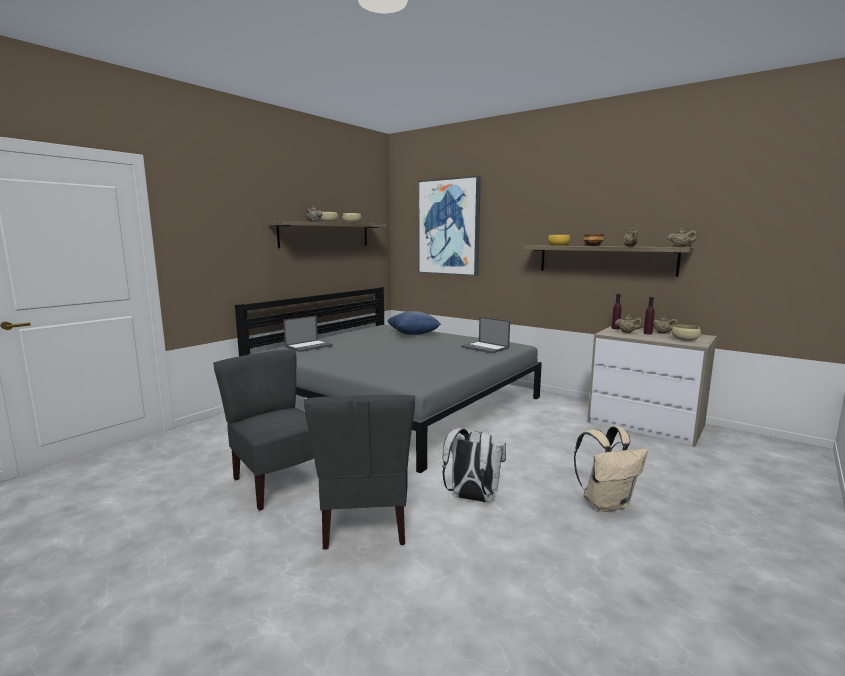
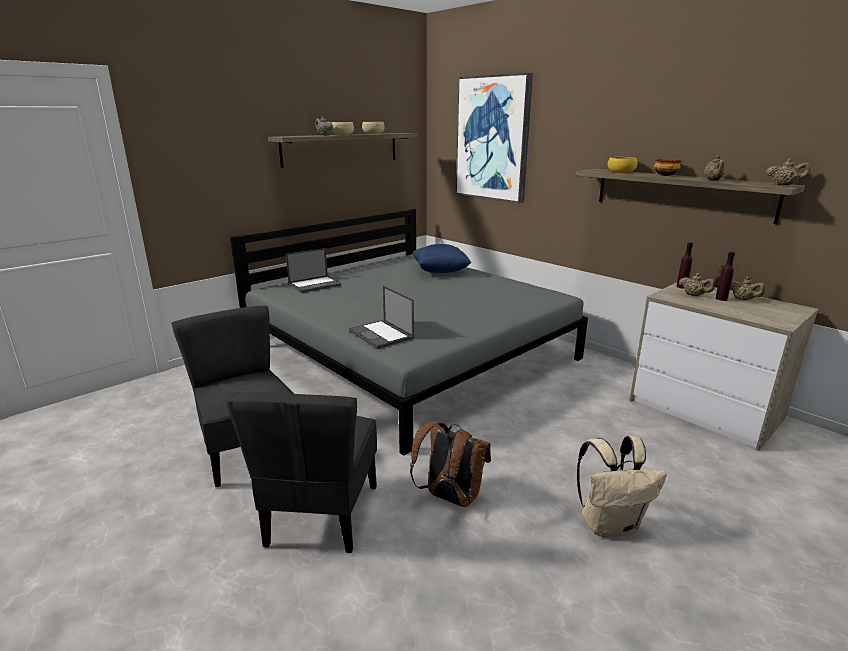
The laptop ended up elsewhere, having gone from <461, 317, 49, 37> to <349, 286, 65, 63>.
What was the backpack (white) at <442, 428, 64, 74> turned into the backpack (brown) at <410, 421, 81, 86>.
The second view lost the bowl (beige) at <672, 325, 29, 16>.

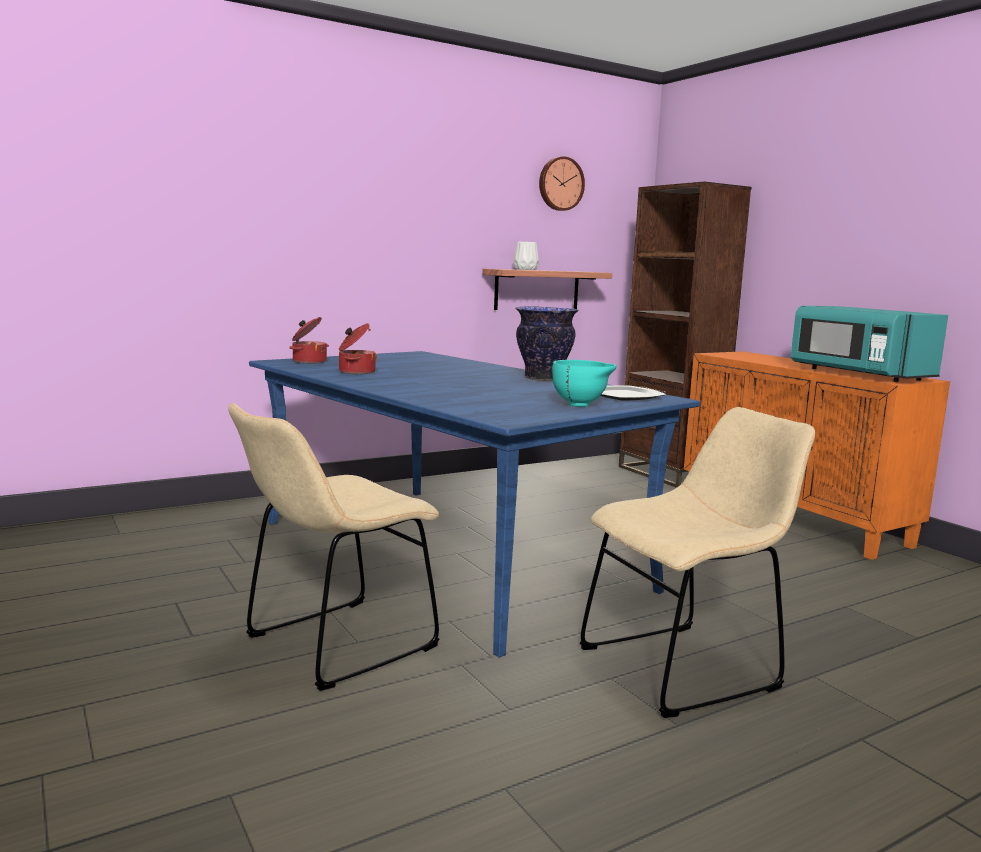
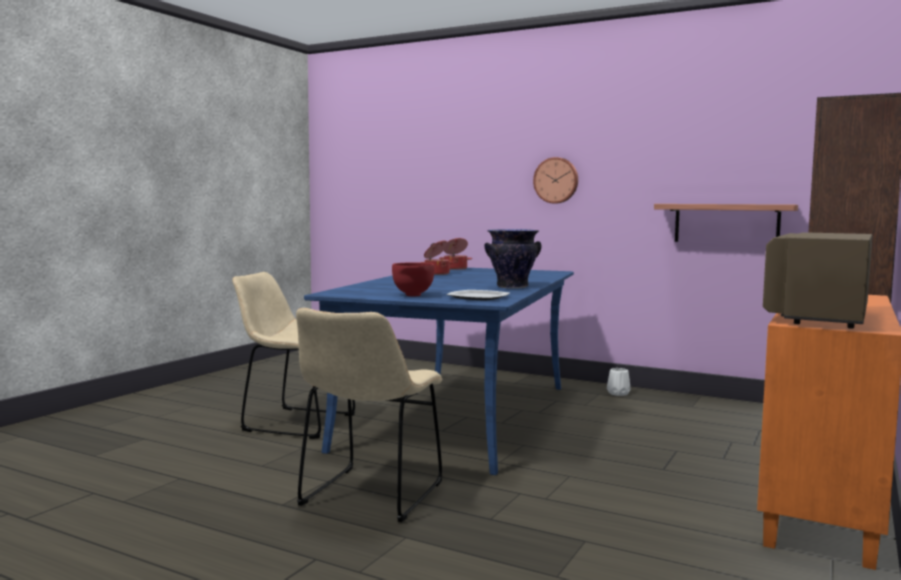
The chair (beige) at <579, 407, 236, 311> ended up facing another way, 75 degrees clockwise from before.
What was the bowl (turquoise) at <552, 360, 64, 47> turned into the bowl (red) at <392, 263, 43, 33>.
The wall clock ended up elsewhere, having gone from <539, 156, 46, 55> to <533, 157, 45, 47>.
The vase (white) ended up elsewhere, having gone from <513, 242, 26, 28> to <607, 368, 24, 28>.
What was the microwave (turquoise) at <791, 306, 157, 76> turned into the microwave (brown) at <763, 232, 109, 97>.

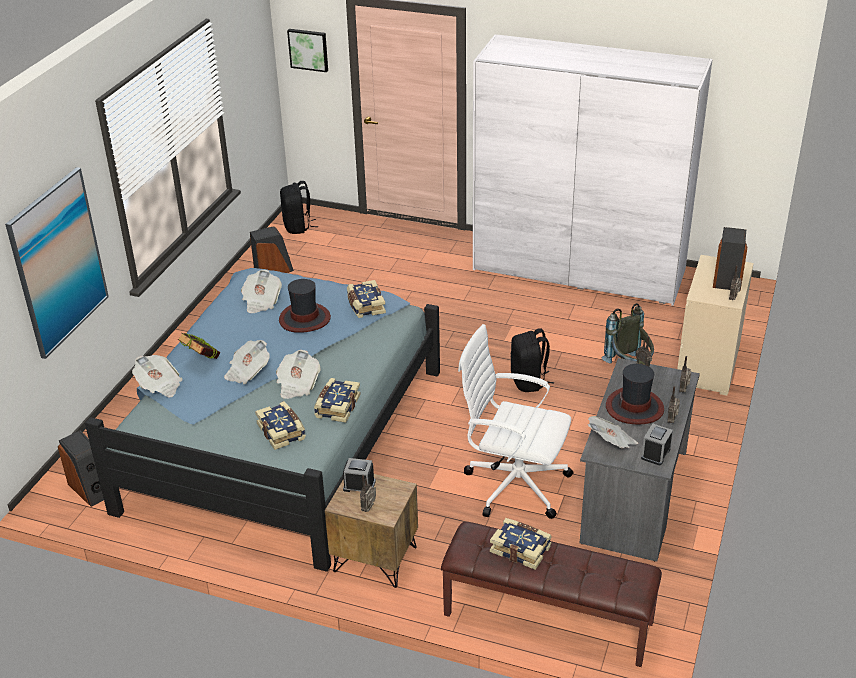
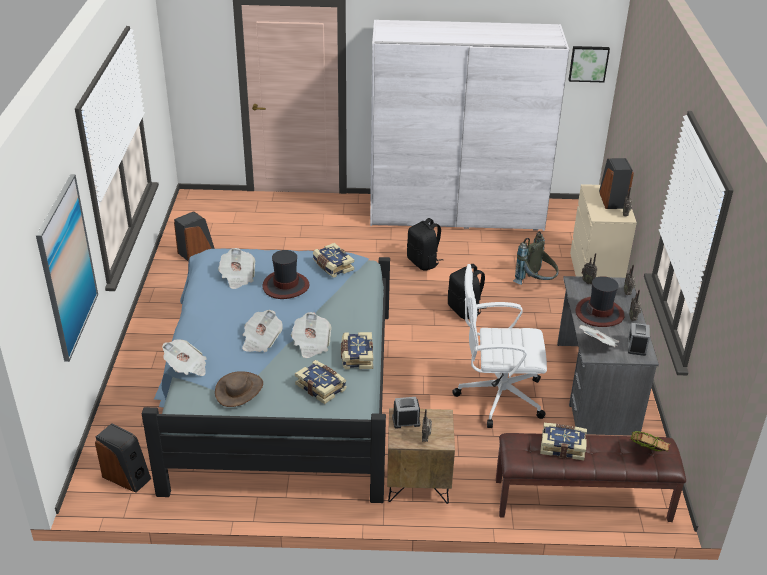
The second view gained the hat (brown) at <215, 371, 48, 36>.
The backpack (black) ended up elsewhere, having gone from <280, 181, 38, 53> to <407, 218, 36, 53>.
The picture ended up elsewhere, having gone from <287, 29, 41, 43> to <569, 46, 41, 36>.
The book ended up elsewhere, having gone from <177, 333, 44, 26> to <630, 431, 41, 20>.

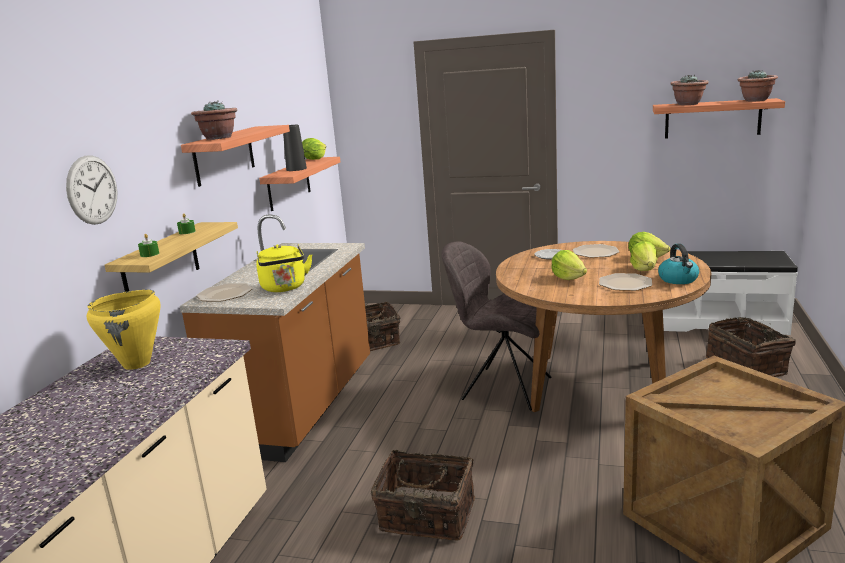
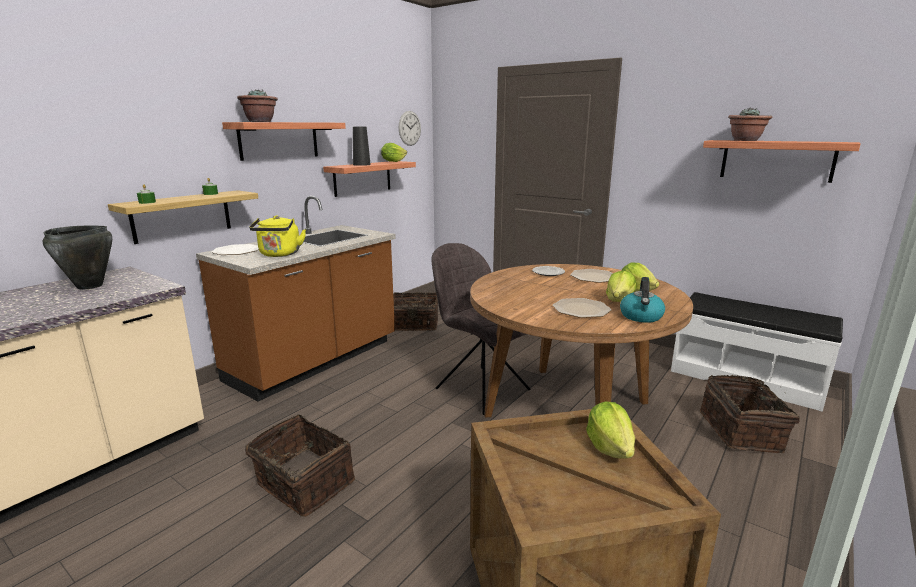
What was the cooking pot (yellow) at <86, 290, 75, 80> turned into the cooking pot (black) at <42, 226, 70, 64>.
The wall clock ended up elsewhere, having gone from <66, 155, 52, 70> to <399, 111, 22, 35>.
The lettuce ended up elsewhere, having gone from <551, 250, 36, 30> to <586, 401, 49, 58>.
The second view lost the potted plant at <738, 70, 40, 31>.

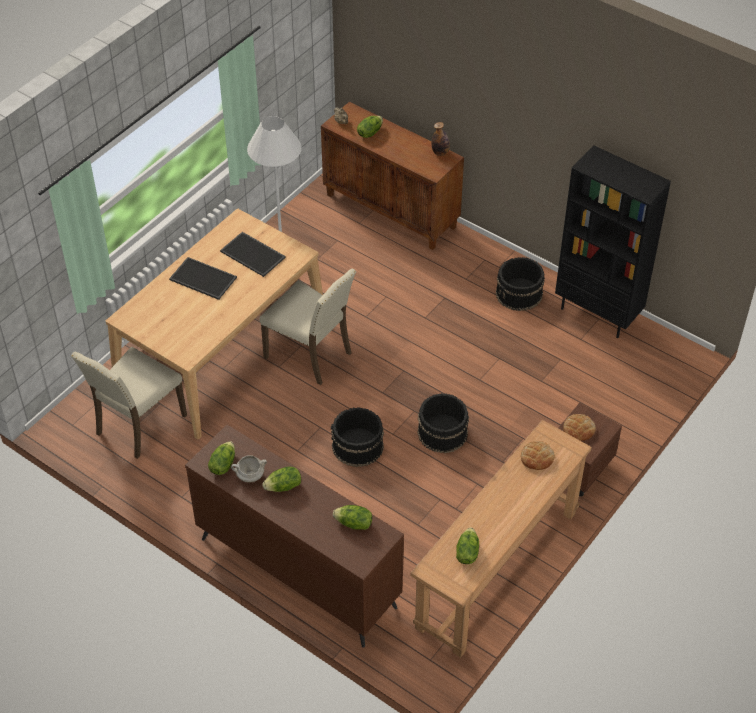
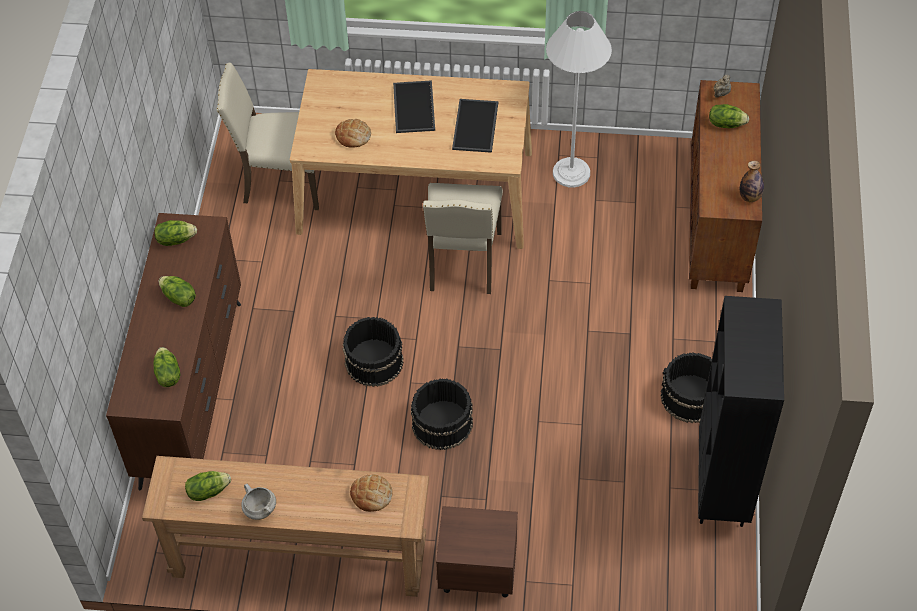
The cooking pot (white) ended up elsewhere, having gone from <231, 455, 36, 27> to <241, 484, 35, 36>.
The bread ended up elsewhere, having gone from <563, 414, 33, 27> to <335, 119, 36, 29>.

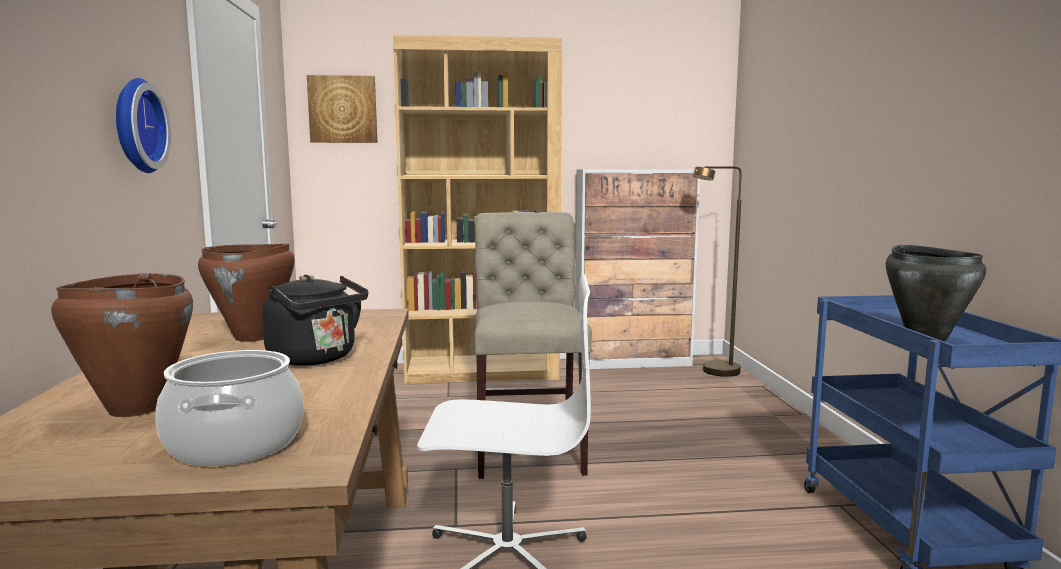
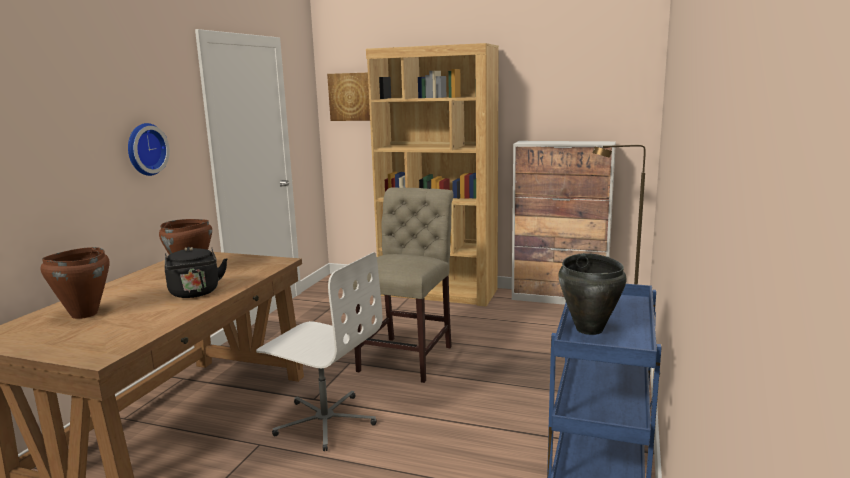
The second view lost the cooking pot at <155, 350, 148, 116>.

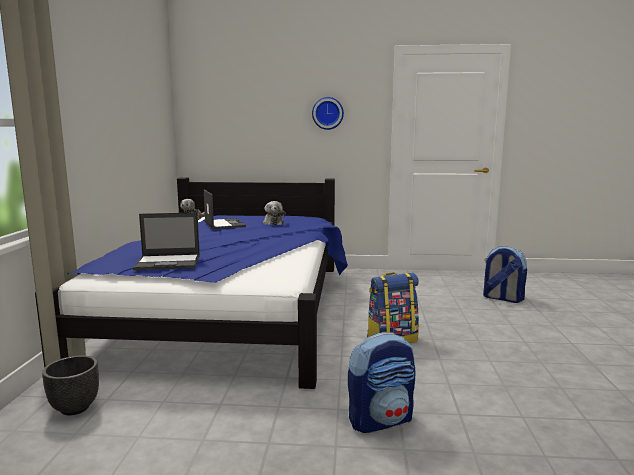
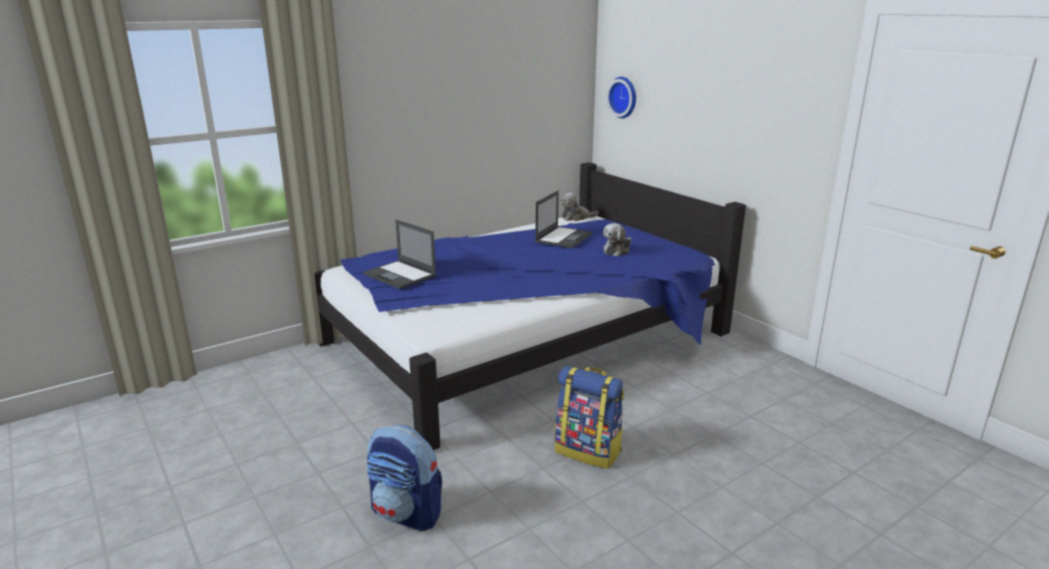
The wall clock ended up elsewhere, having gone from <312, 97, 32, 33> to <607, 77, 29, 41>.
The second view lost the planter (black) at <42, 355, 57, 60>.
The second view lost the backpack at <483, 246, 44, 57>.

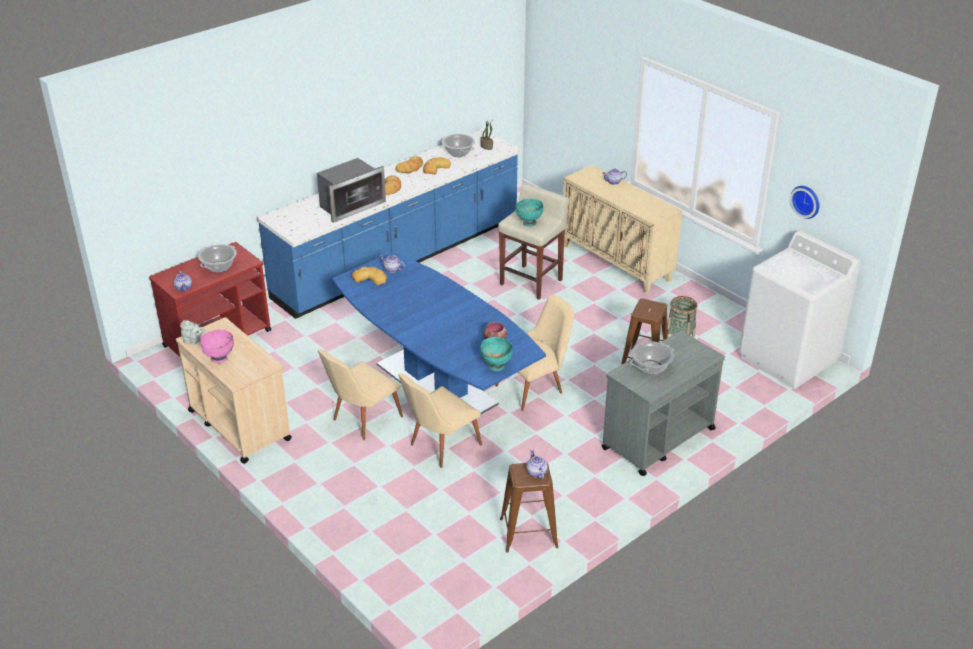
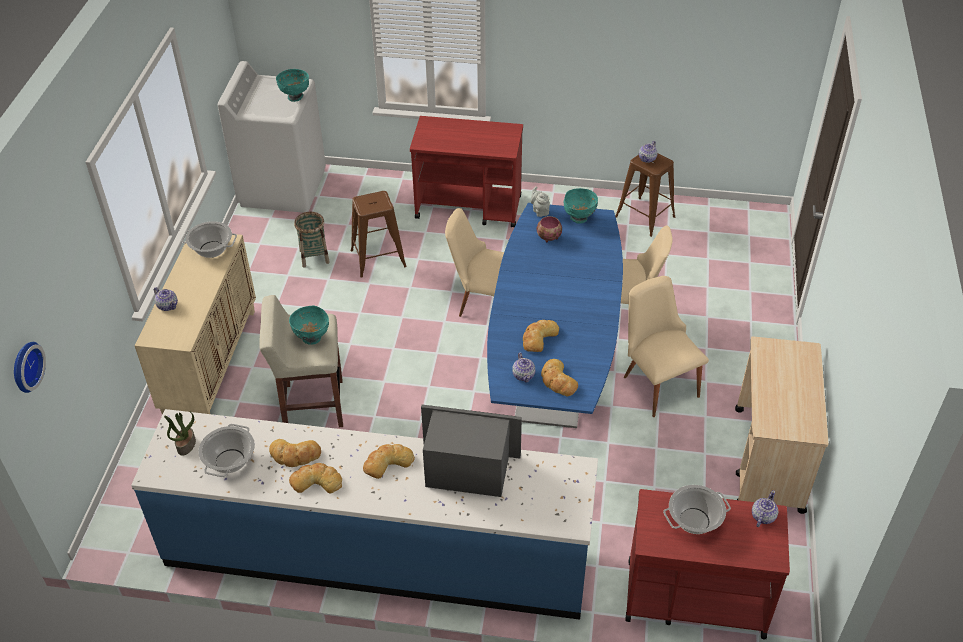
The wall clock ended up elsewhere, having gone from <790, 186, 29, 33> to <14, 342, 32, 51>.
The cooking pot ended up elsewhere, having gone from <630, 341, 44, 33> to <182, 221, 55, 37>.
The second view gained the bowl (turquoise) at <276, 69, 33, 33>.
What was the cart (grey) at <602, 331, 123, 145> turned into the cart (red) at <410, 116, 113, 112>.
The second view gained the bread at <523, 320, 36, 32>.
The teapot (grey) ended up elsewhere, having gone from <180, 320, 25, 24> to <531, 186, 19, 31>.
The chair (beige) at <318, 349, 85, 91> ended up facing another way, 120 degrees counterclockwise from before.
The second view lost the bowl (pink) at <201, 330, 33, 33>.

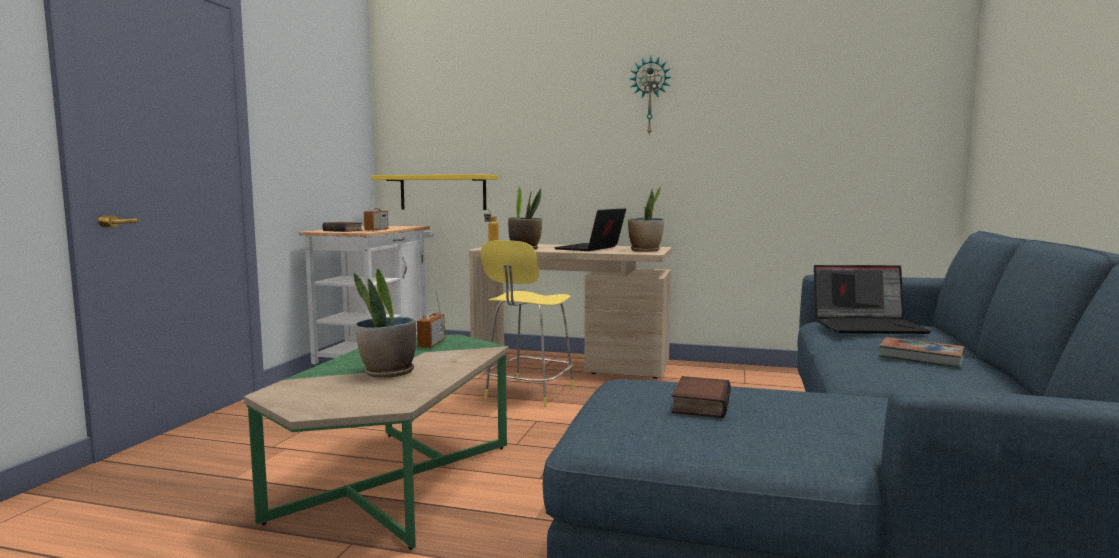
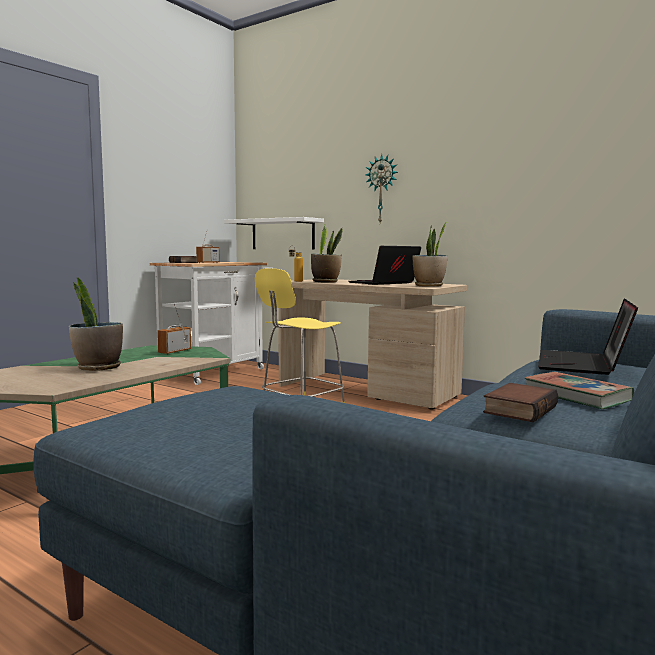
What was the shelf (yellow) at <371, 175, 127, 35> turned into the shelf (white) at <224, 217, 100, 33>.
The wall clock ended up elsewhere, having gone from <630, 57, 41, 79> to <366, 154, 32, 69>.
The book ended up elsewhere, having gone from <671, 376, 60, 42> to <483, 383, 75, 39>.
The laptop at <814, 265, 117, 69> ended up facing another way, 90 degrees clockwise from before.

